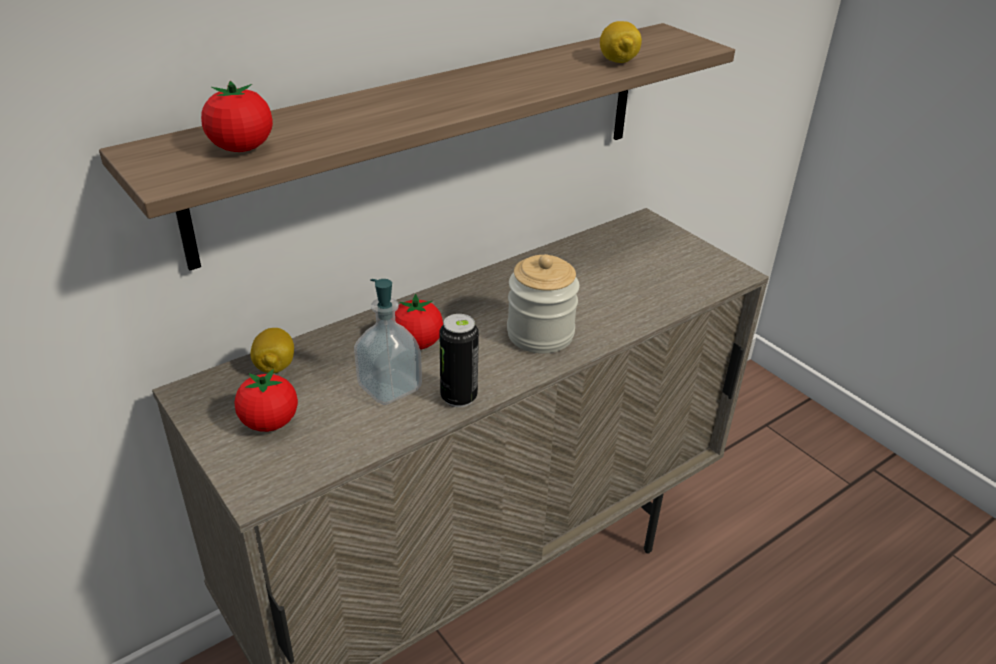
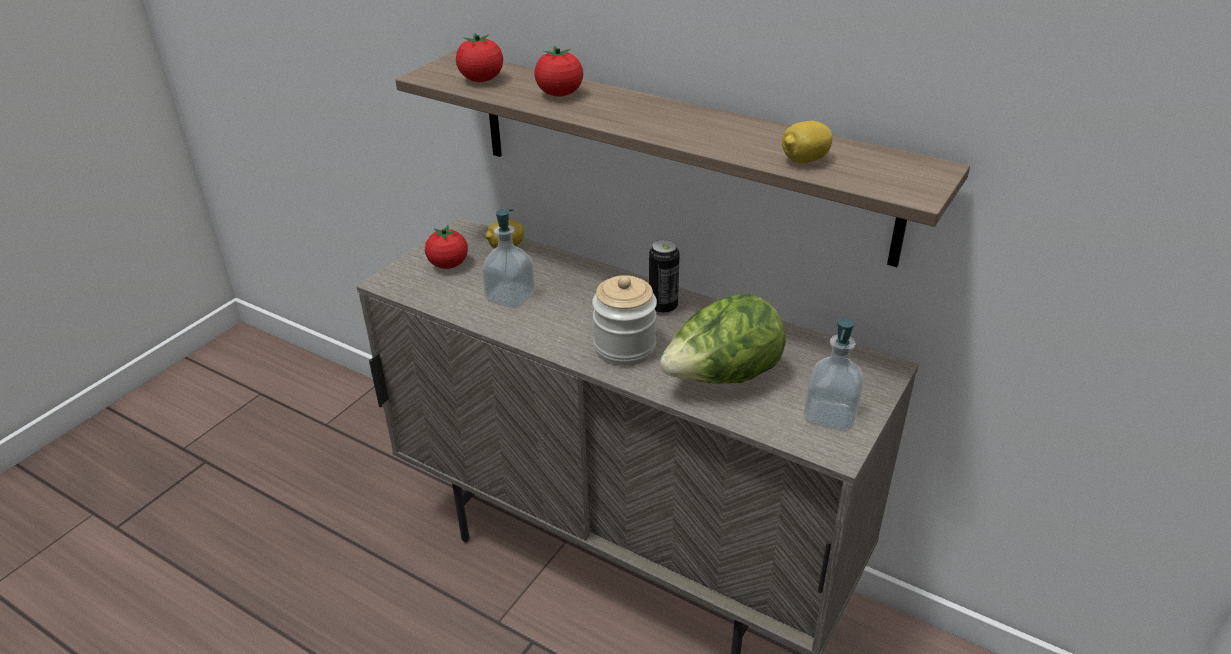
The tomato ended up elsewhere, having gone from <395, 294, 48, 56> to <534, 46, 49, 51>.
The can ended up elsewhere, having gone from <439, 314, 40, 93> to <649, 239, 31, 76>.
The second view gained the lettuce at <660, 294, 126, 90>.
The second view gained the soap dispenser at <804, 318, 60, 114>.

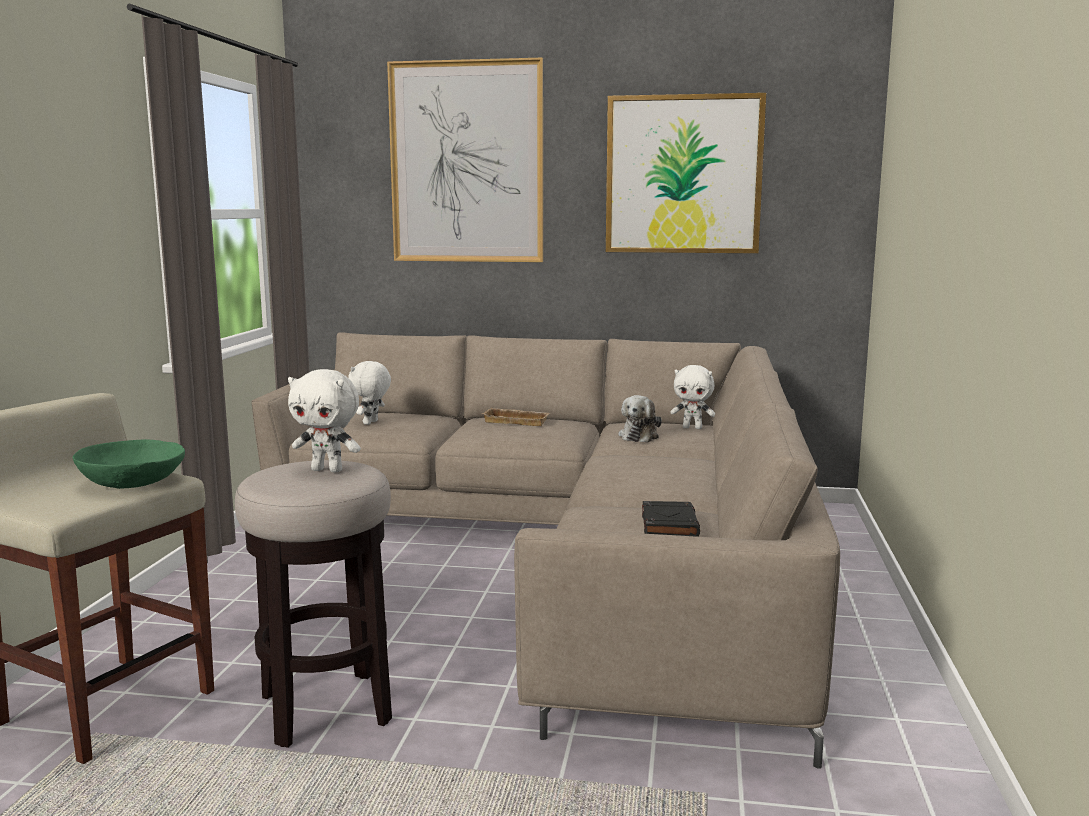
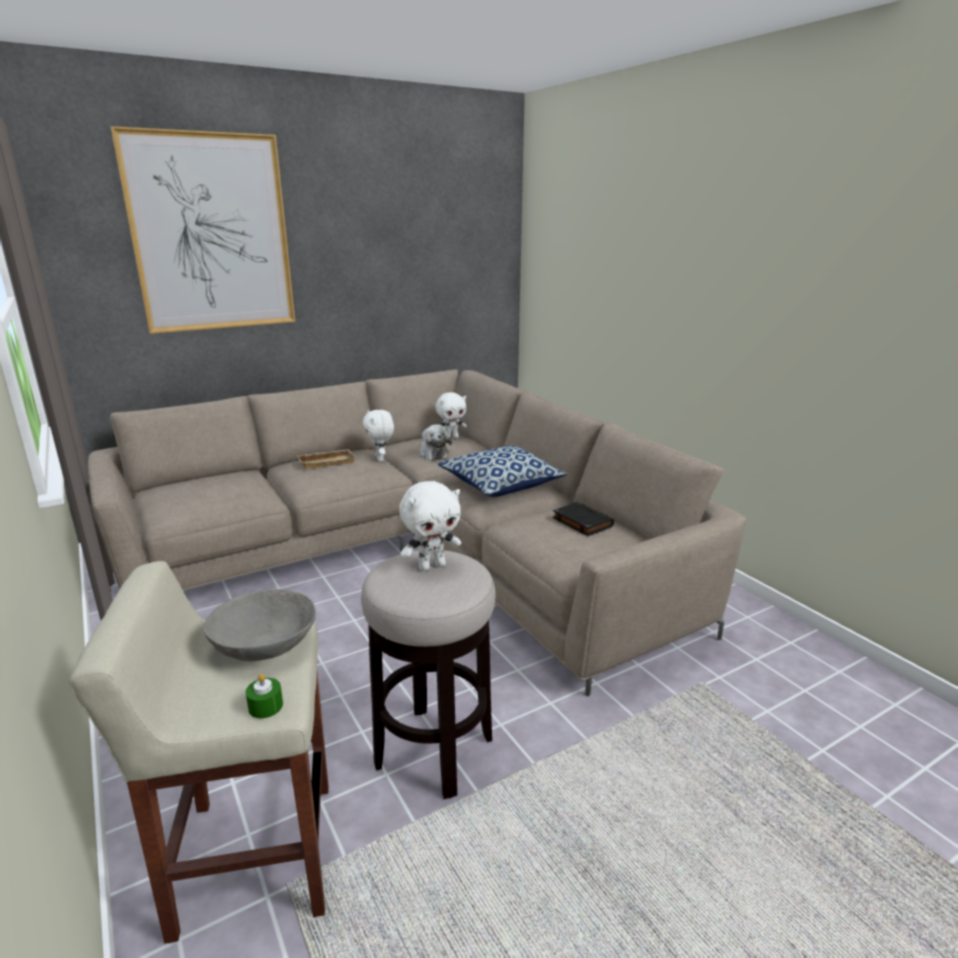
What was the bowl (green) at <73, 439, 112, 50> turned into the bowl (grey) at <203, 589, 113, 72>.
The second view gained the candle (green) at <246, 674, 37, 44>.
The plush toy (white) ended up elsewhere, having gone from <348, 361, 43, 64> to <363, 410, 31, 51>.
The second view gained the pillow at <438, 446, 129, 51>.
The second view lost the picture at <606, 93, 160, 160>.

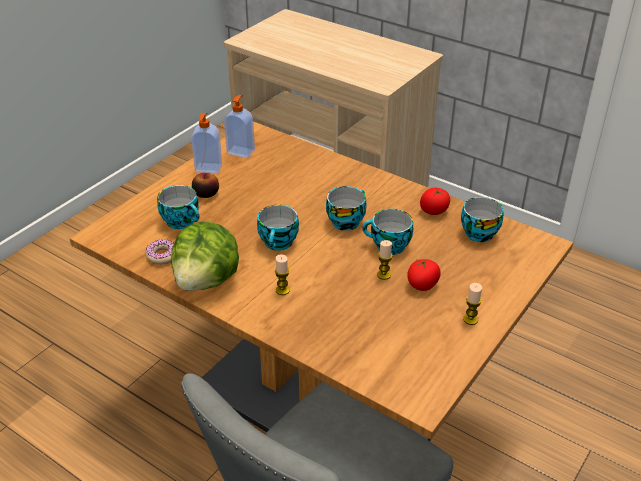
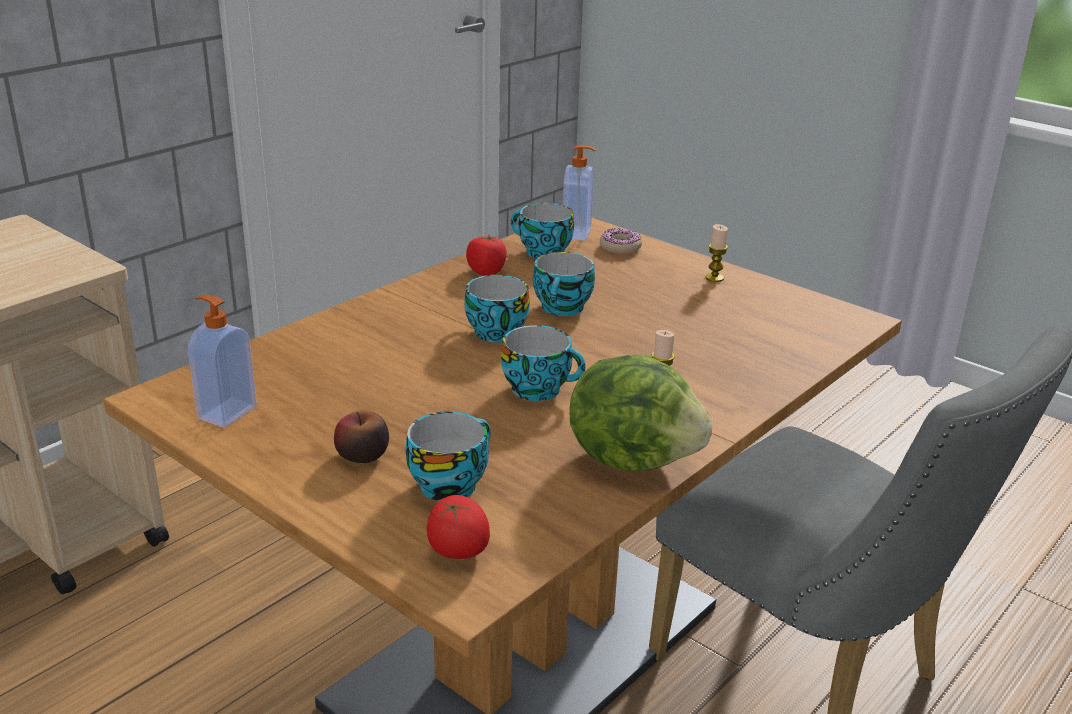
The tomato ended up elsewhere, having gone from <407, 259, 34, 32> to <426, 495, 64, 64>.
The soap dispenser ended up elsewhere, having gone from <191, 113, 31, 61> to <563, 145, 33, 96>.
The donut ended up elsewhere, having gone from <146, 239, 28, 26> to <600, 228, 42, 26>.
The second view lost the candle at <377, 240, 16, 40>.

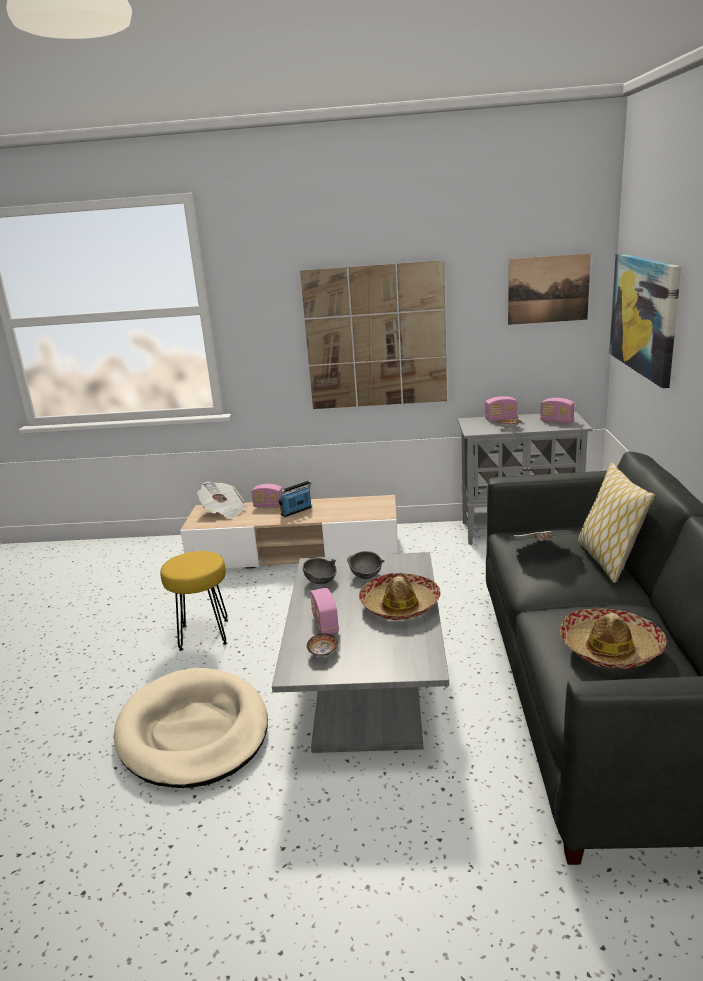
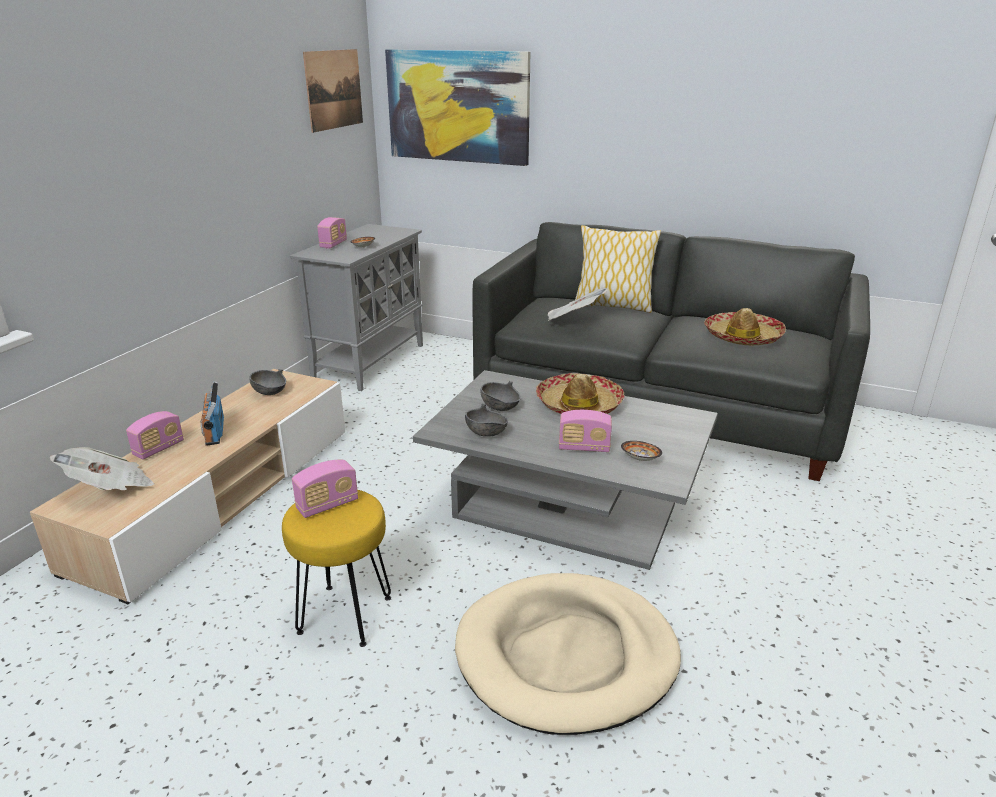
The second view gained the bowl (grey) at <249, 369, 37, 26>.
The radio ended up elsewhere, having gone from <540, 398, 34, 26> to <292, 460, 66, 58>.
The second view lost the picture at <300, 260, 147, 149>.

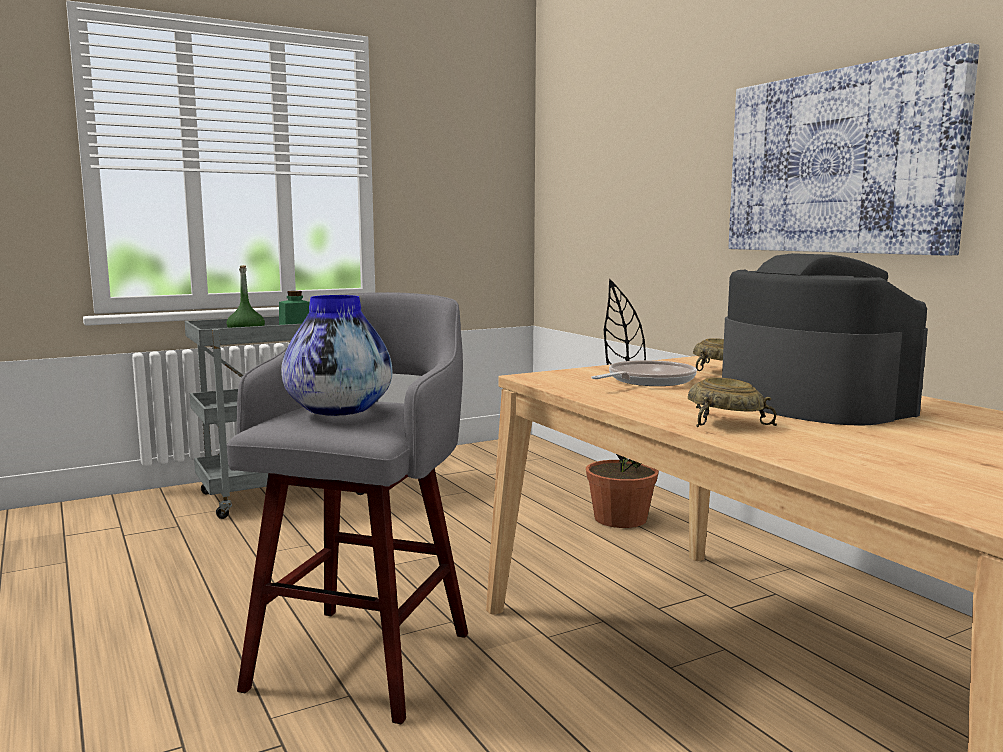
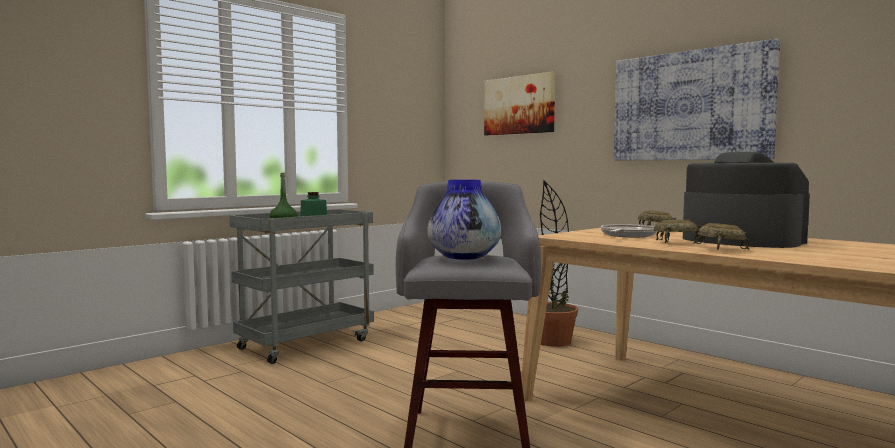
The second view gained the picture at <484, 72, 71, 63>.
The second view gained the bowl (beige) at <654, 220, 52, 23>.

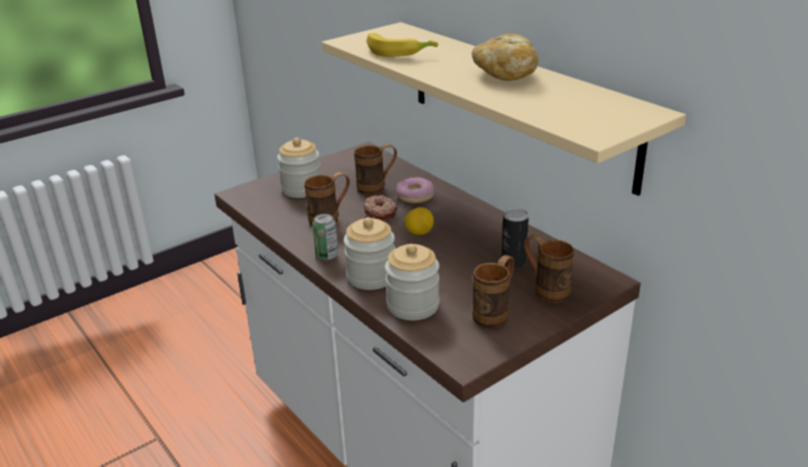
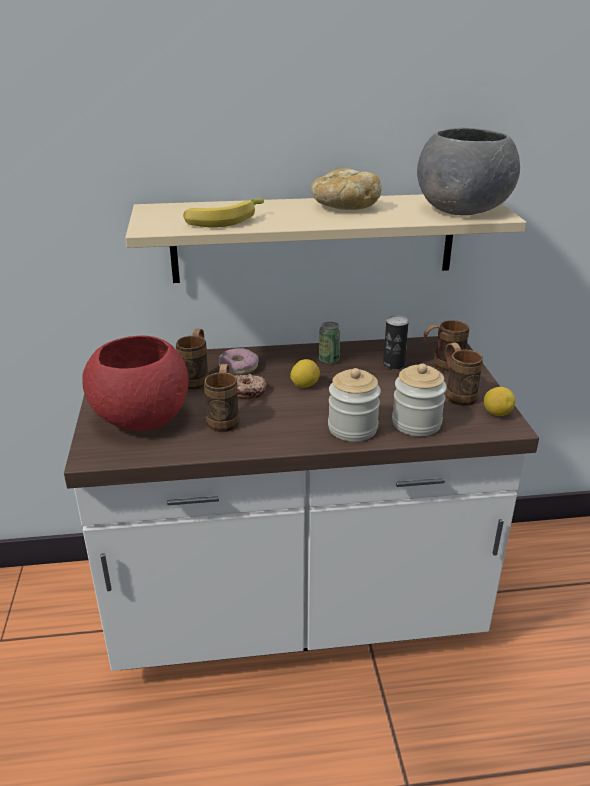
Where the jar stood at <277, 138, 44, 60>, the bowl (red) came to stand at <82, 336, 107, 95>.
The can ended up elsewhere, having gone from <312, 214, 26, 46> to <319, 322, 21, 42>.
The second view gained the bowl (grey) at <417, 128, 103, 87>.
The second view gained the lemon at <484, 387, 31, 29>.

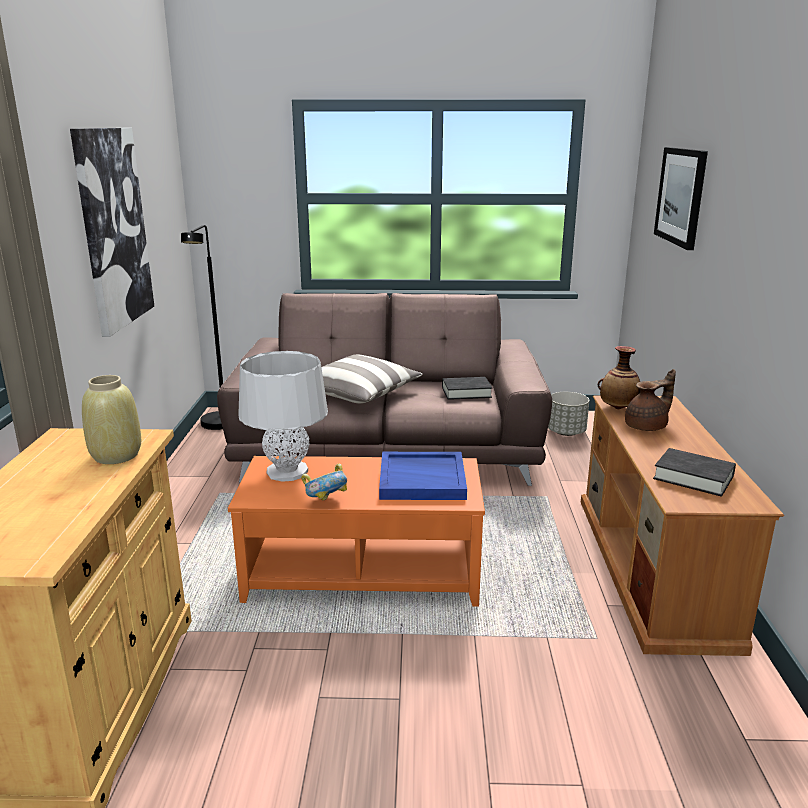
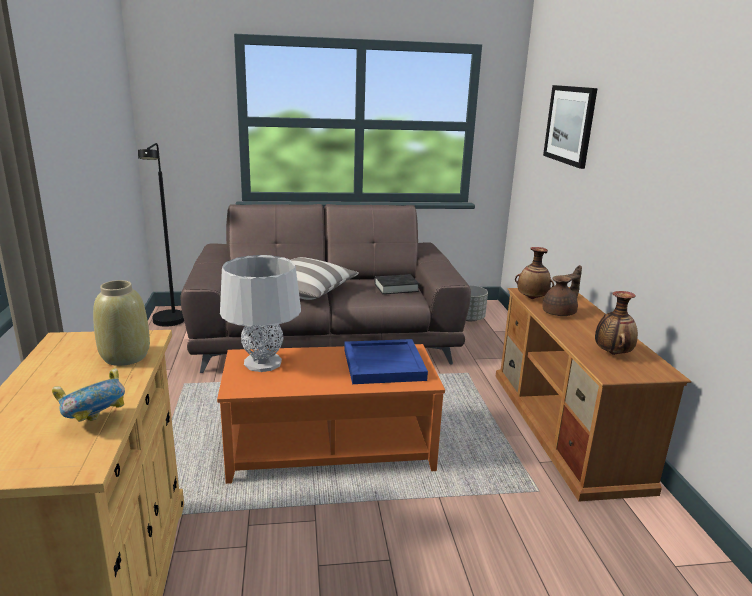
The bowl ended up elsewhere, having gone from <301, 464, 46, 36> to <52, 368, 73, 54>.
Where the book (black) stood at <653, 448, 83, 49>, the vase came to stand at <595, 291, 43, 64>.
The second view lost the picture at <70, 128, 84, 209>.

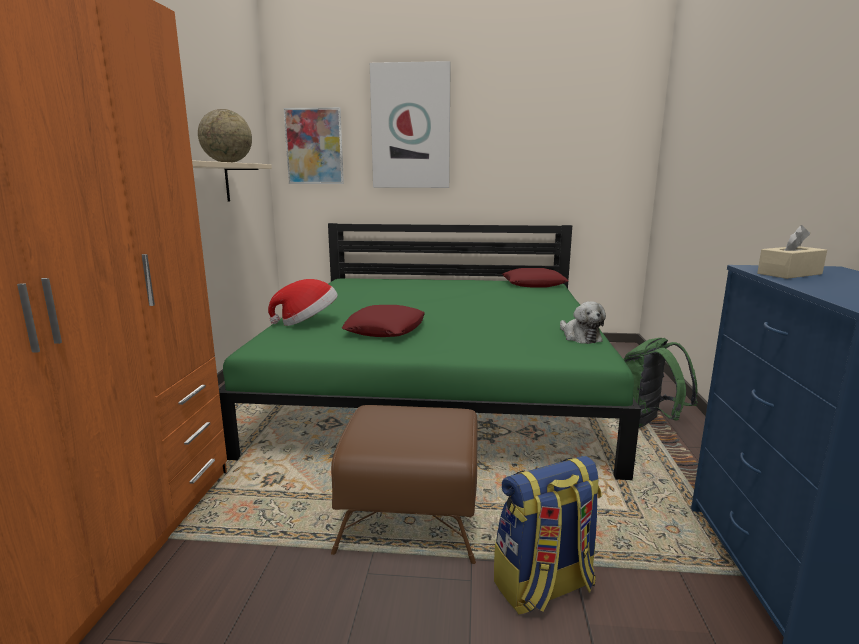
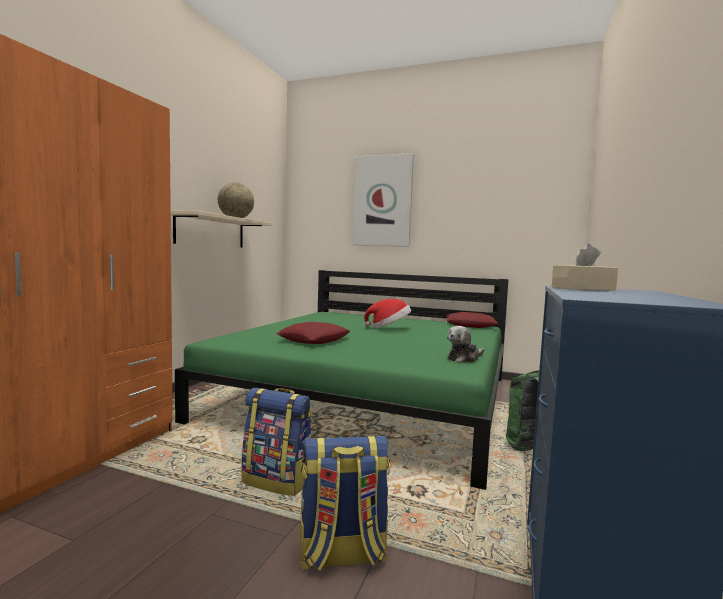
Where the ottoman (brown) stood at <331, 405, 147, 159>, the backpack came to stand at <241, 388, 71, 108>.
The hat ended up elsewhere, having gone from <268, 279, 70, 47> to <364, 299, 47, 29>.
The plush toy at <560, 301, 46, 43> ended up facing another way, 60 degrees clockwise from before.
The second view lost the picture at <284, 107, 60, 77>.

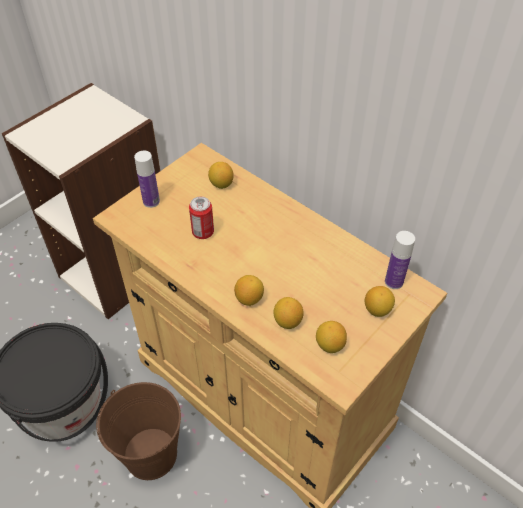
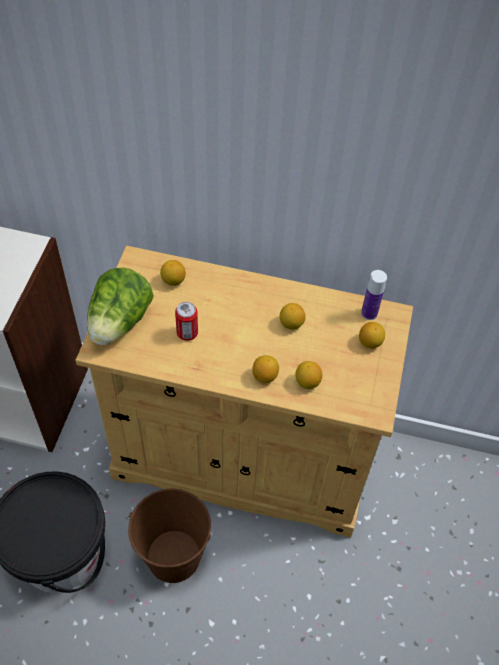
Where the bottle stood at <134, 151, 26, 57>, the lettuce came to stand at <87, 267, 67, 78>.
The lemon ended up elsewhere, having gone from <316, 321, 31, 32> to <280, 303, 26, 27>.

